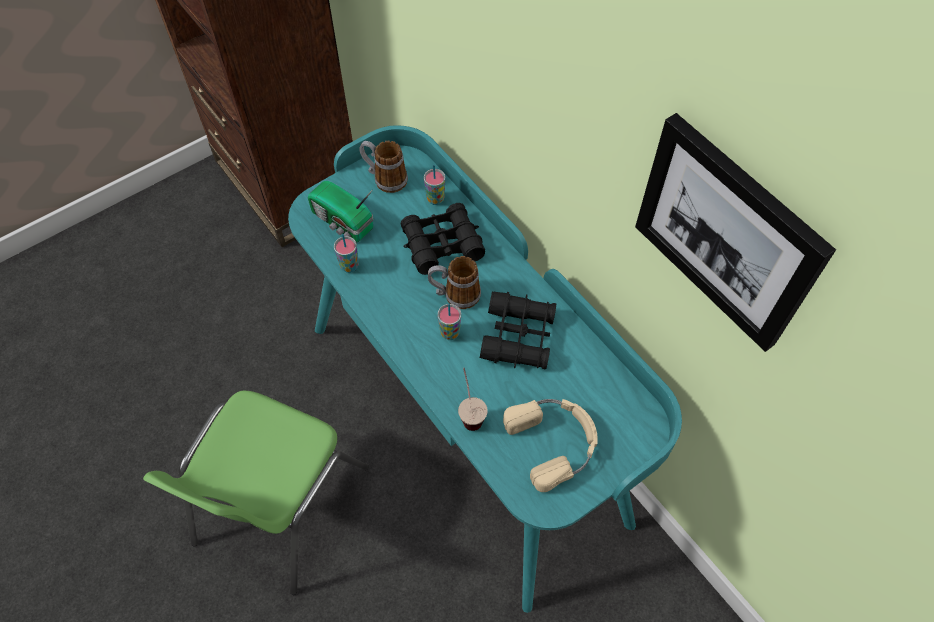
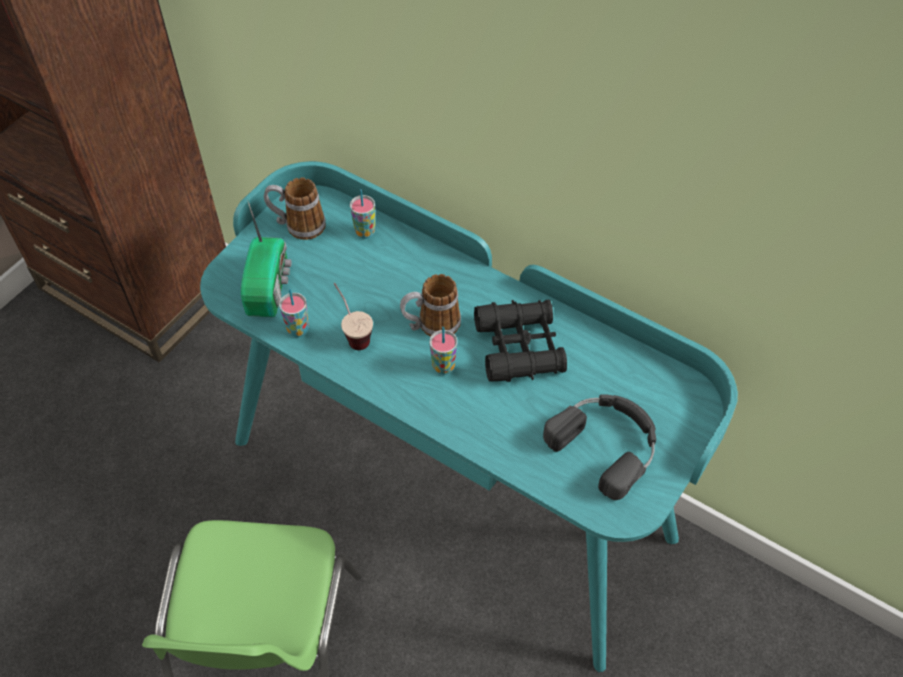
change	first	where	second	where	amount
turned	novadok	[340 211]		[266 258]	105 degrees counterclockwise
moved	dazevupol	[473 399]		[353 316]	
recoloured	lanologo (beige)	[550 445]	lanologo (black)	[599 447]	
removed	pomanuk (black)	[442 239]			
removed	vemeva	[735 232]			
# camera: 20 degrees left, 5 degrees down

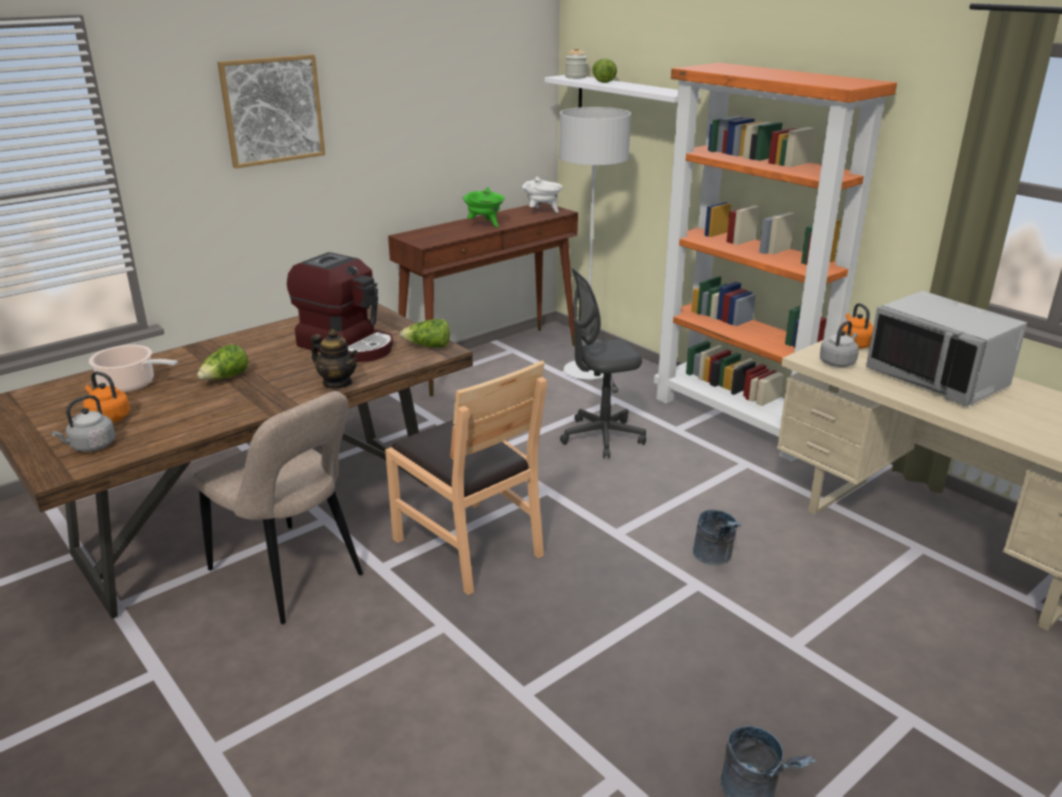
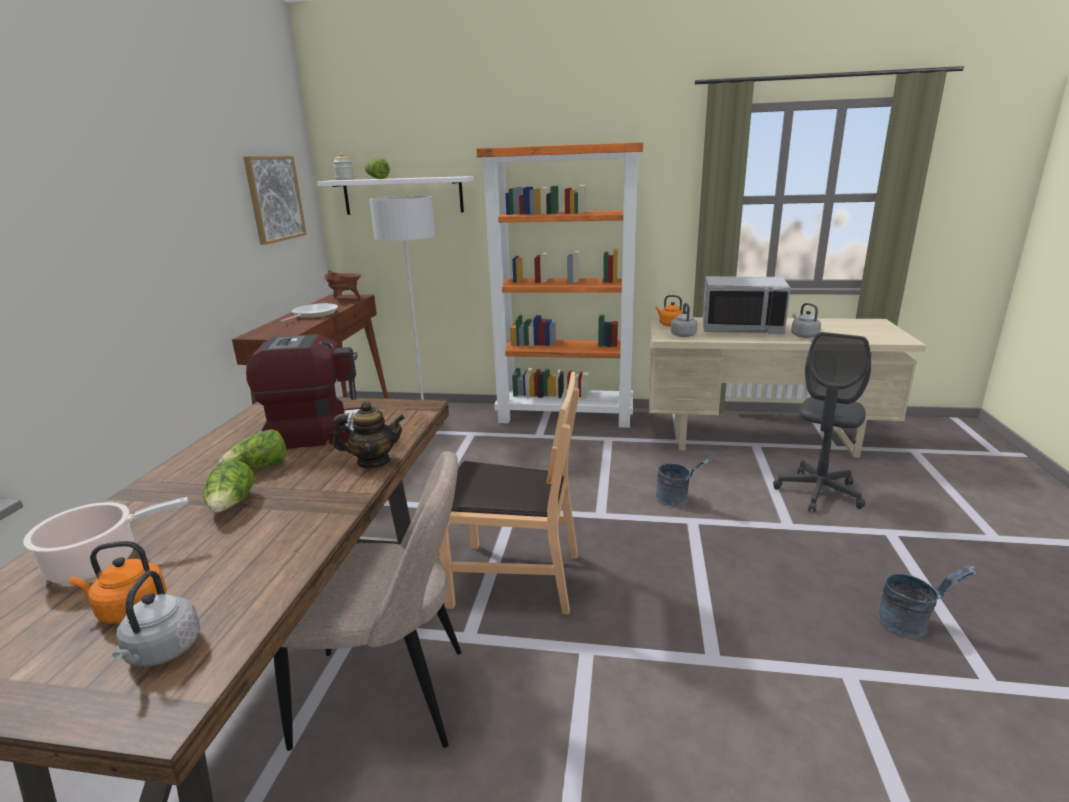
change	first	where	second	where	amount
moved	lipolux	[425 333]		[253 449]	
moved	vemeva	[271 111]		[275 200]	
replaced	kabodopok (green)	[484 207]	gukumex	[309 312]	
recoloured	kabodopok (white)	[542 194]	kabodopok (brown)	[342 284]	
moved	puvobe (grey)	[603 363]		[822 422]	
added			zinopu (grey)	[806 320]	
# camera: 40 degrees left, 5 degrees down

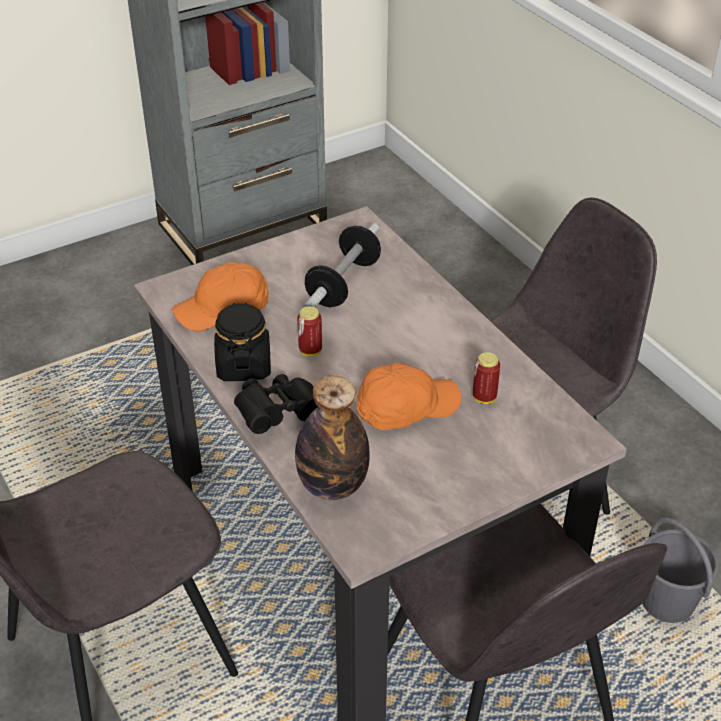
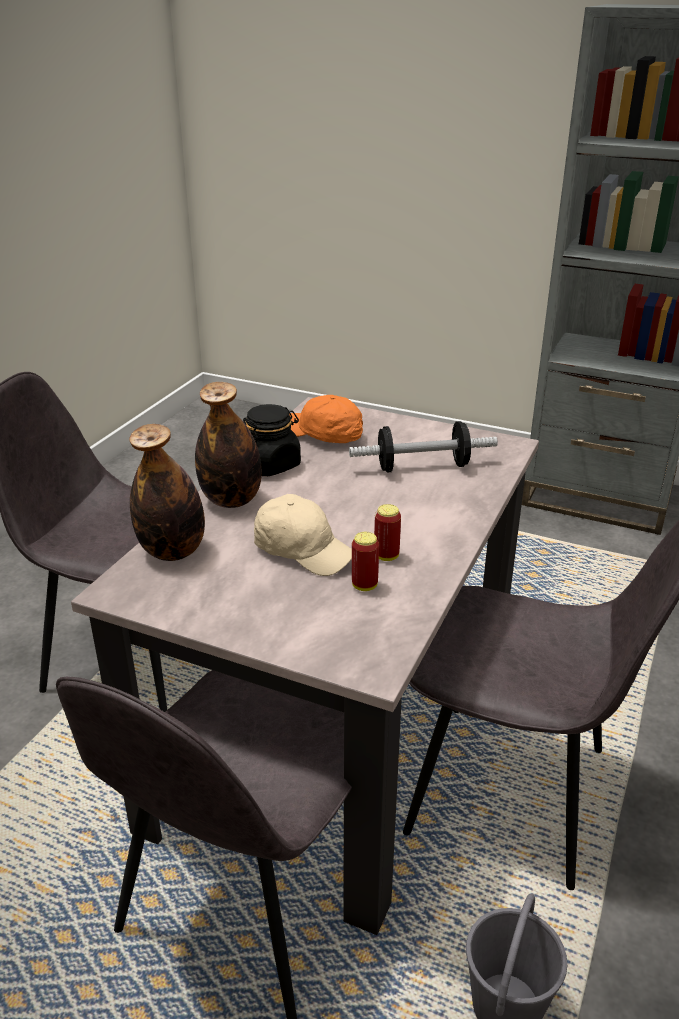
change	first	where	second	where	amount
replaced	pomanuk (black)	[276 404]	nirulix	[228 445]	
recoloured	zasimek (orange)	[408 396]	zasimek (beige)	[303 535]	
moved	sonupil	[309 331]		[387 532]	
# camera: 55 degrees right, 10 degrees down

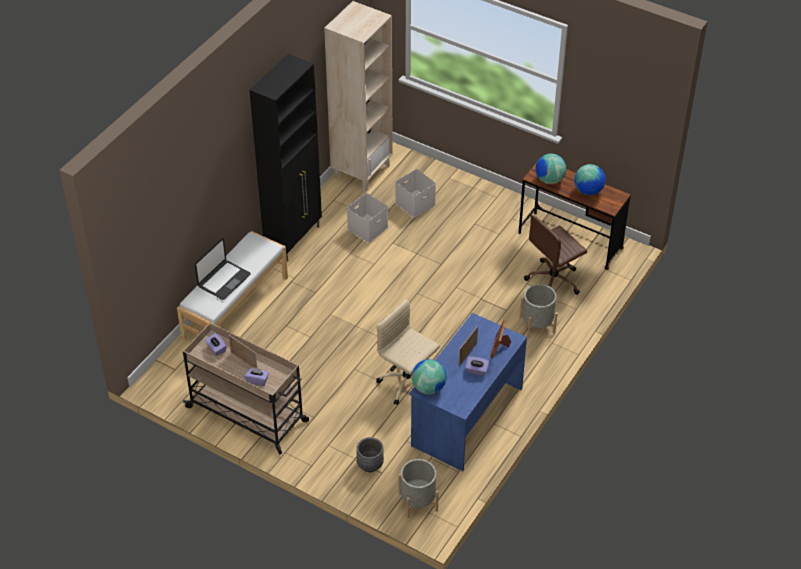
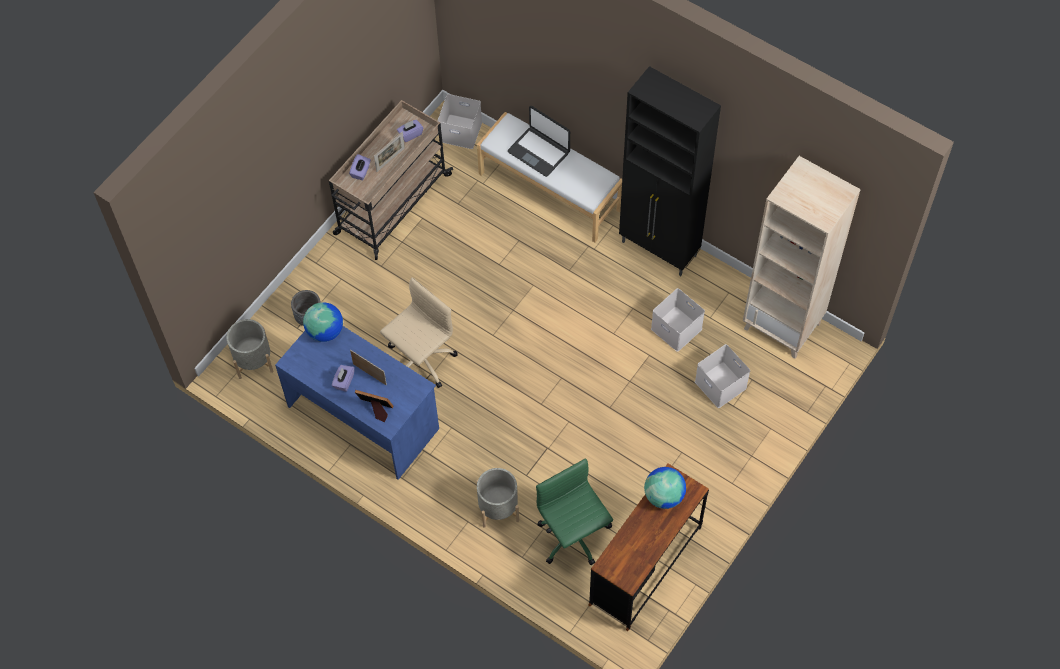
change	first	where	second	where	amount
added			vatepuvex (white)	[460 121]	
recoloured	puvobe (brown)	[555 255]	puvobe (green)	[574 512]	
removed	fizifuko	[590 179]			
# camera: 95 degrees right, 15 degrees up

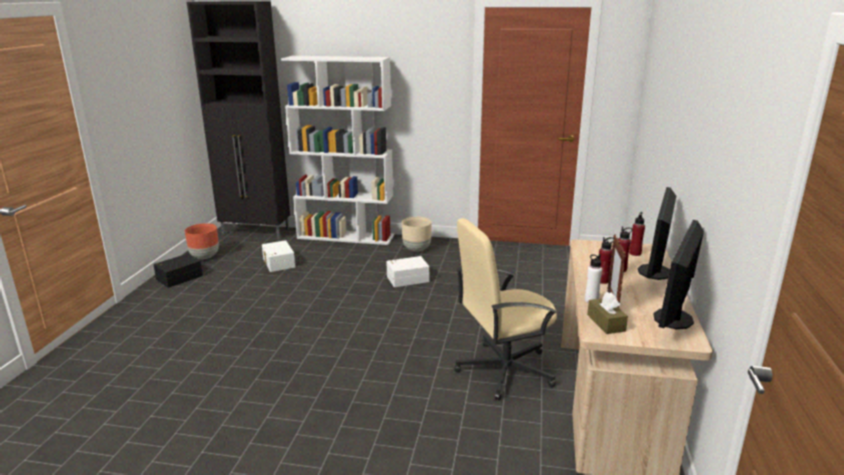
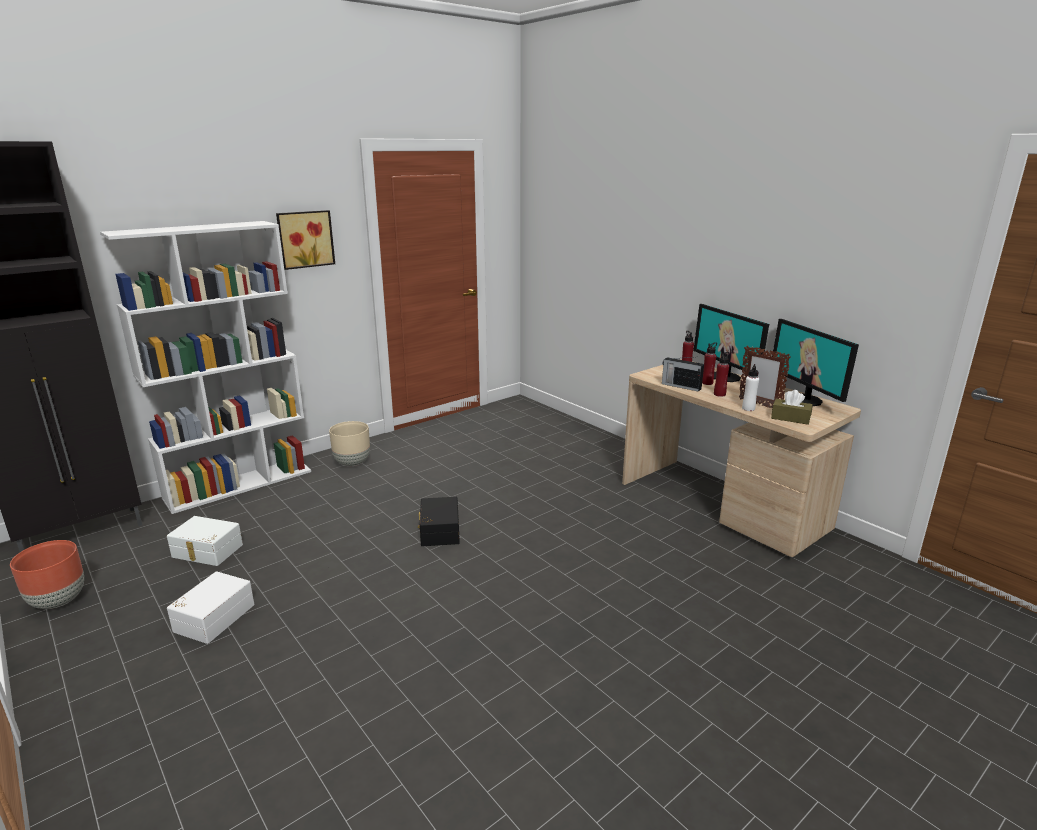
change	first	where	second	where	amount
moved	vatepuvex (white)	[408 271]		[211 607]	
added			vemeva	[305 240]	
moved	vatepuvex (black)	[178 271]		[439 521]	
added			novadok	[683 374]	
removed	puvobe (beige)	[505 309]			
# camera: 50 degrees left, 0 degrees up

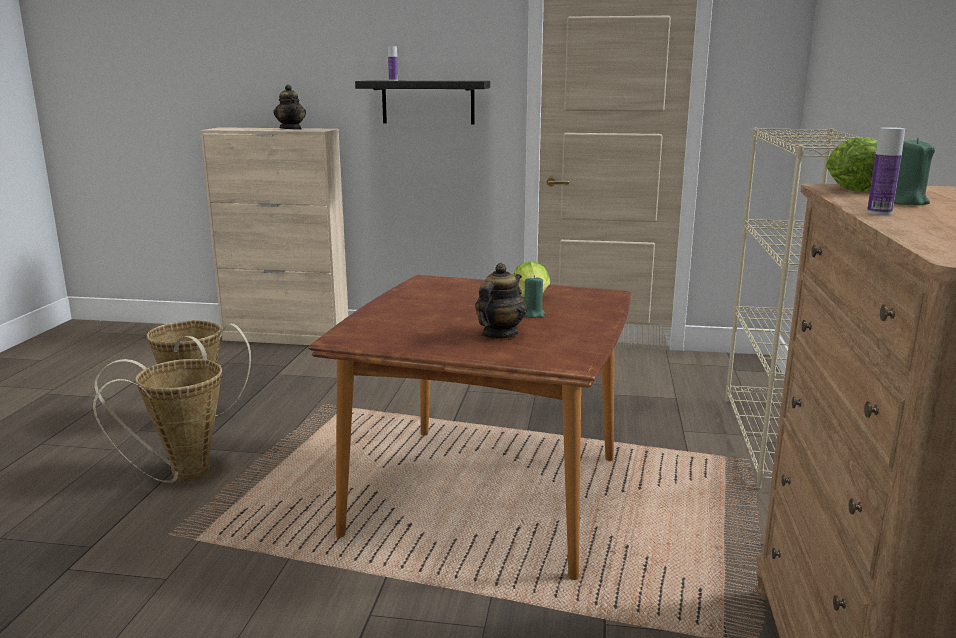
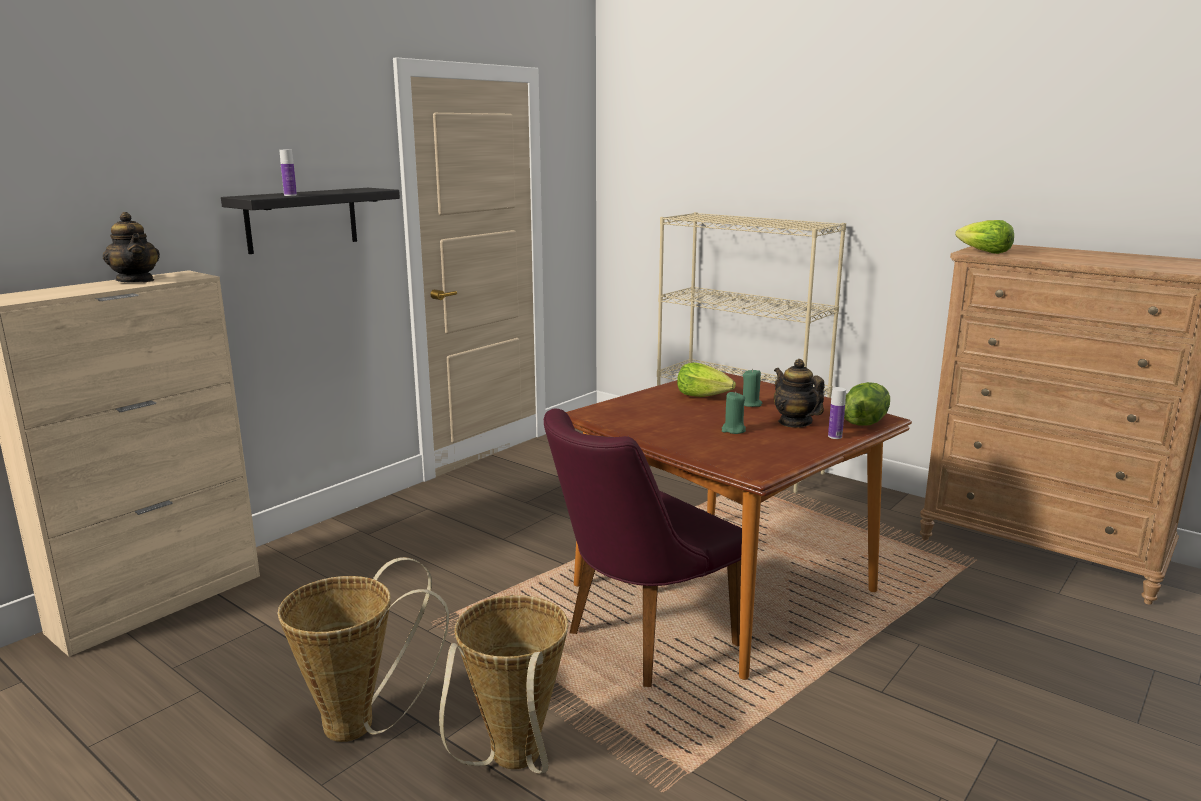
change	first	where	second	where	amount
turned	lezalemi	[289 106]		[131 247]	45 degrees clockwise
added			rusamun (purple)	[643 548]	
moved	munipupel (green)	[914 171]		[734 413]	
moved	nirulix	[886 171]		[837 413]	
added			lipolux	[867 404]	
# camera: 60 degrees left, 0 degrees up

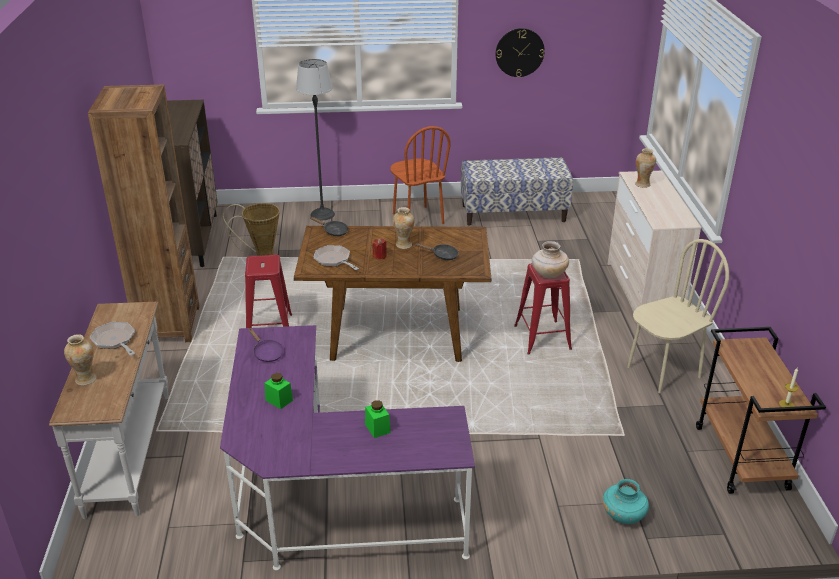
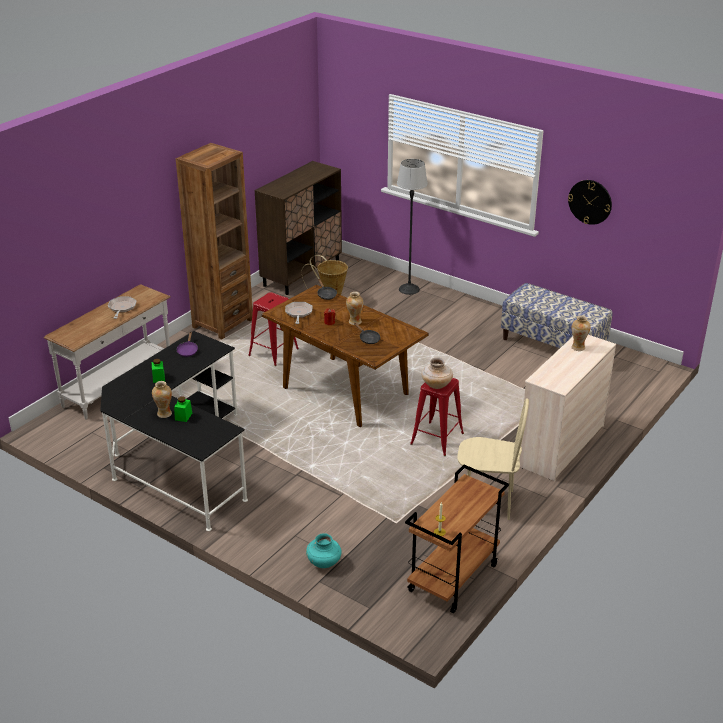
change	first	where	second	where	amount
recoloured	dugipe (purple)	[347 448]	dugipe (black)	[174 431]	
moved	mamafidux	[80 360]		[162 399]	
removed	rusamun (brown)	[420 175]			
# camera: 40 degrees right, 0 degrees up

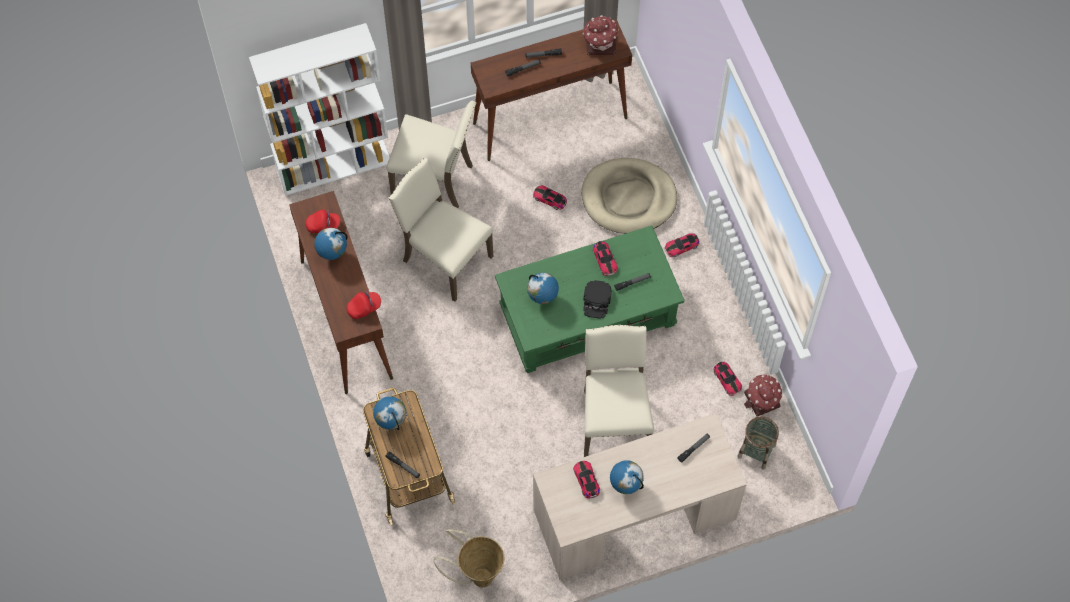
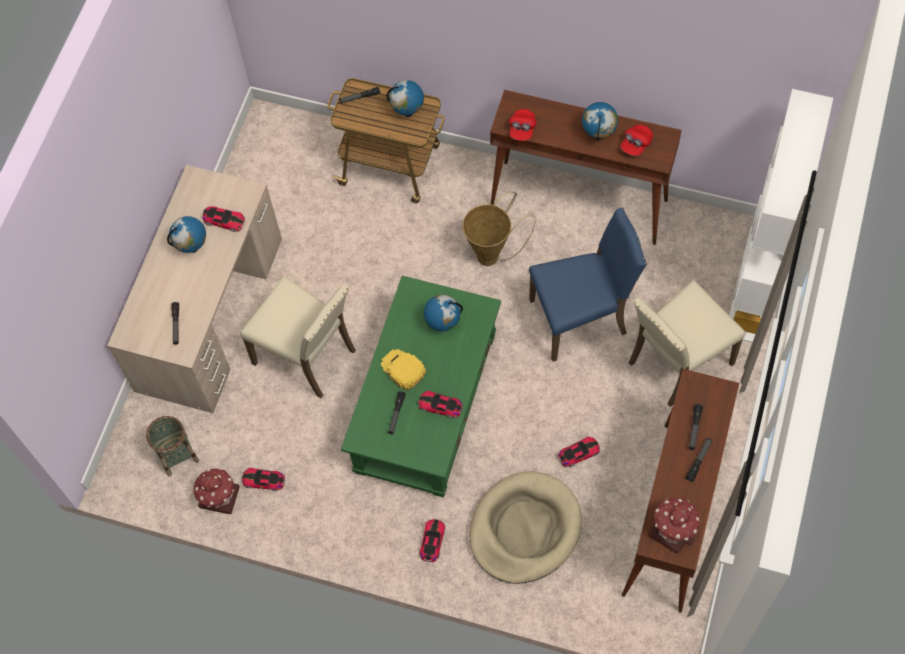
change	first	where	second	where	amount
recoloured	zasimek (black)	[597 299]	zasimek (yellow)	[403 369]	
moved	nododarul	[469 558]		[498 228]	
recoloured	rusamun (beige)	[441 230]	rusamun (blue)	[588 285]	
# camera: 130 degrees right, 0 degrees up

